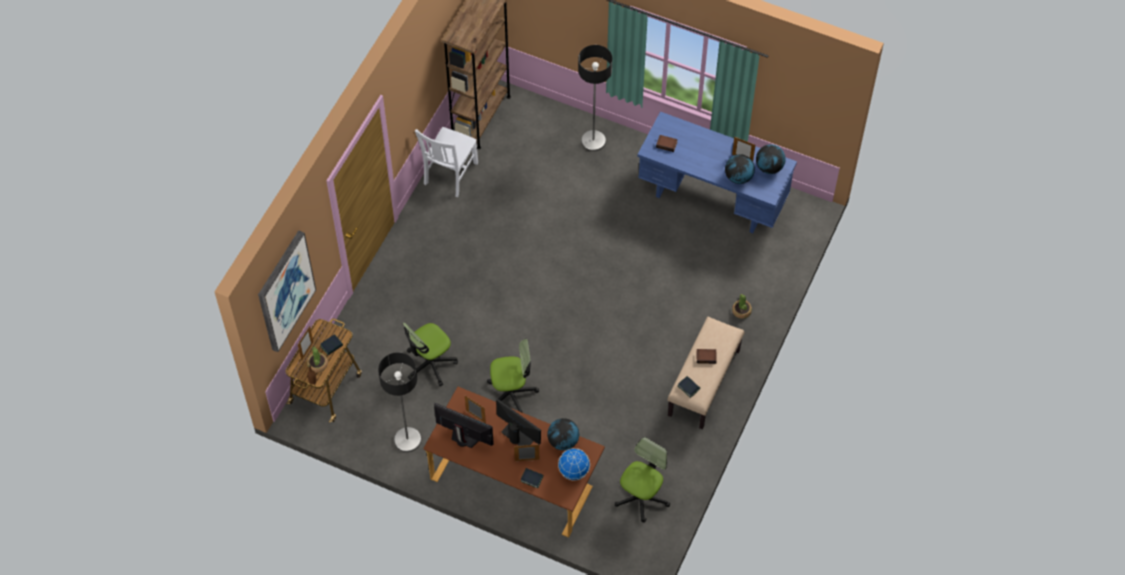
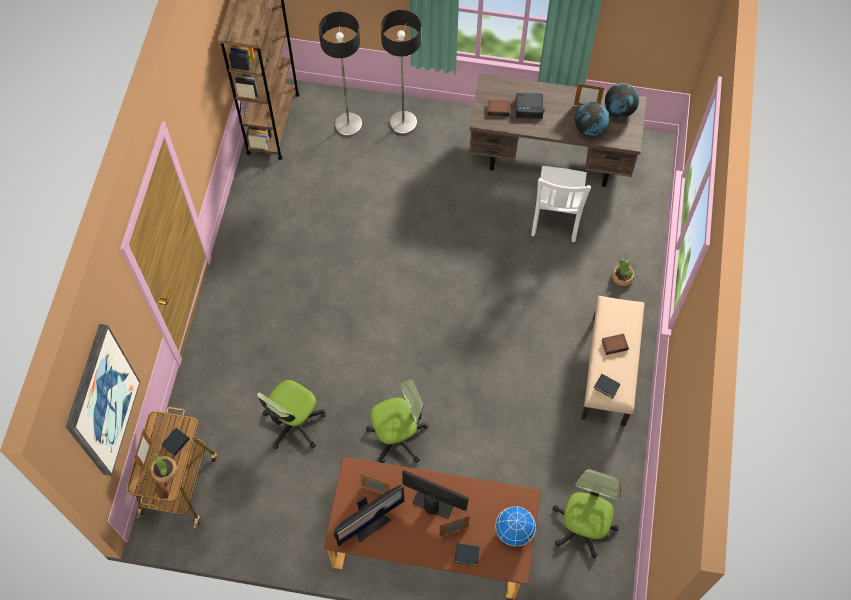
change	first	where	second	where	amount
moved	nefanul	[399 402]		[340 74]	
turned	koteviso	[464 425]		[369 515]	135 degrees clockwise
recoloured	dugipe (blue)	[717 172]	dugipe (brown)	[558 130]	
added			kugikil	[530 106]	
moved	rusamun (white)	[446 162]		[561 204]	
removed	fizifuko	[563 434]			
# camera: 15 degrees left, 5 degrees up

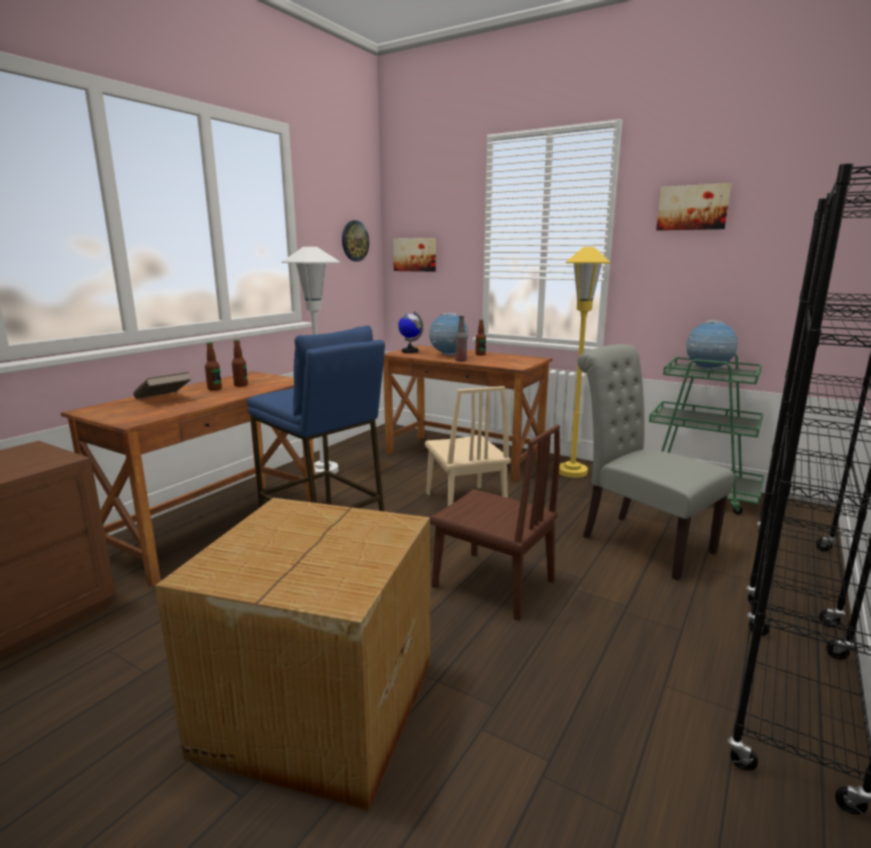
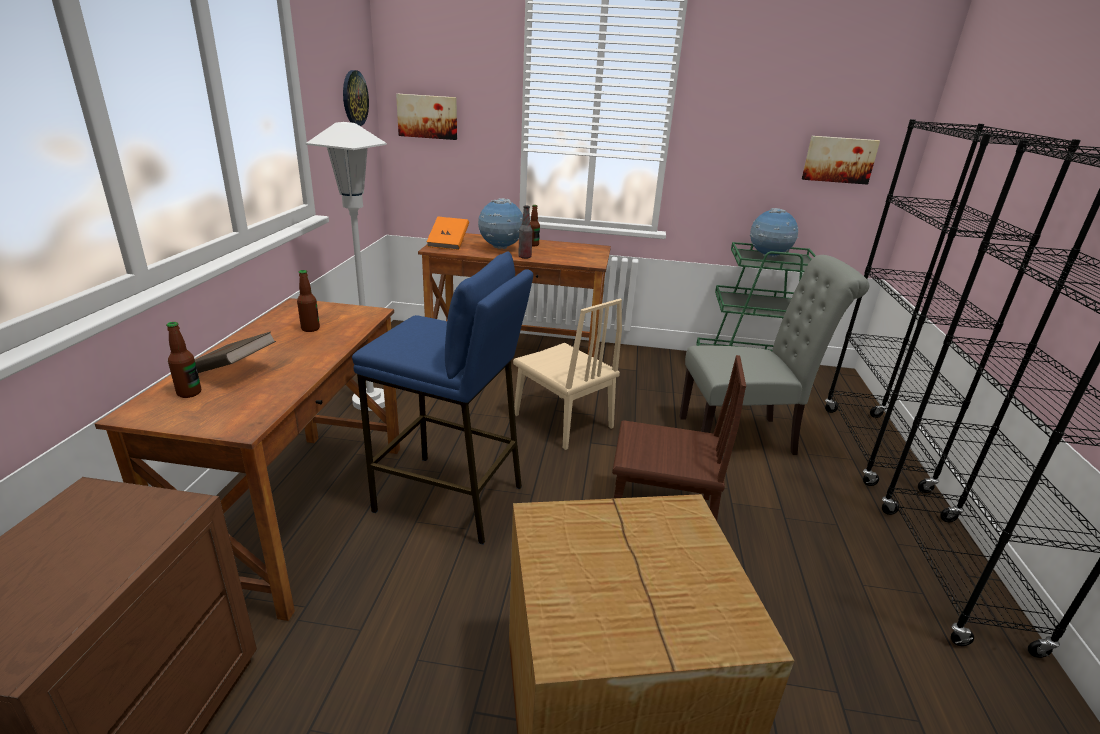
change	first	where	second	where	amount
moved	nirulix	[213 366]		[183 360]	
replaced	fizifuko	[410 332]	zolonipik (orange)	[448 233]	
turned	rusamun (grey)	[656 462]		[774 355]	150 degrees clockwise
moved	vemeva	[693 207]		[841 160]	
removed	nefanul (yellow)	[584 362]			
# camera: 25 degrees left, 10 degrees up

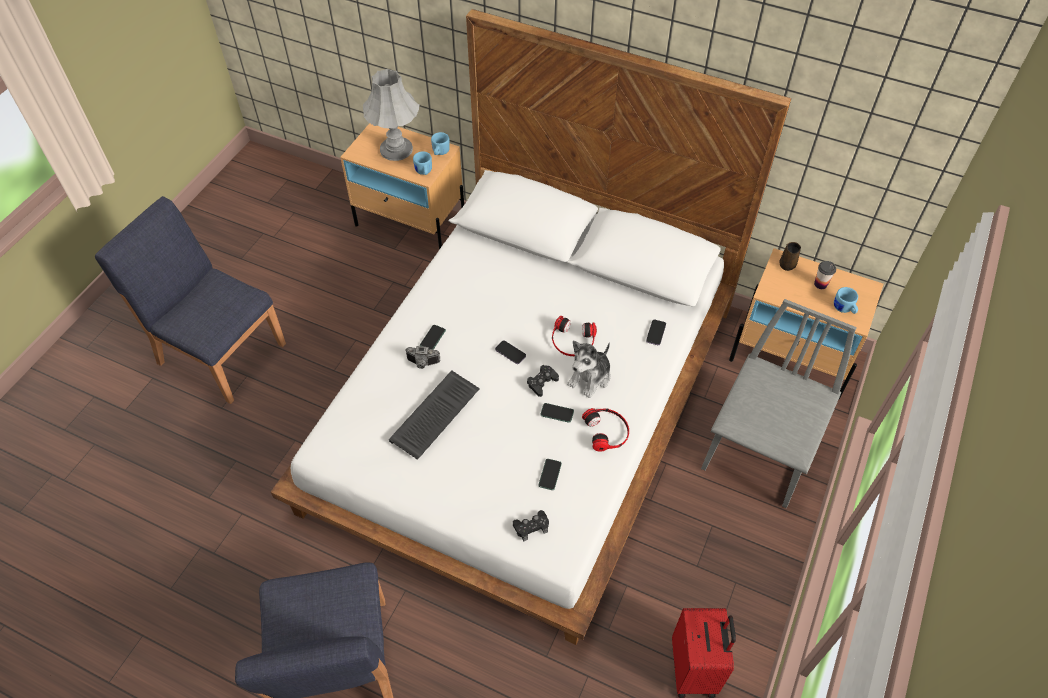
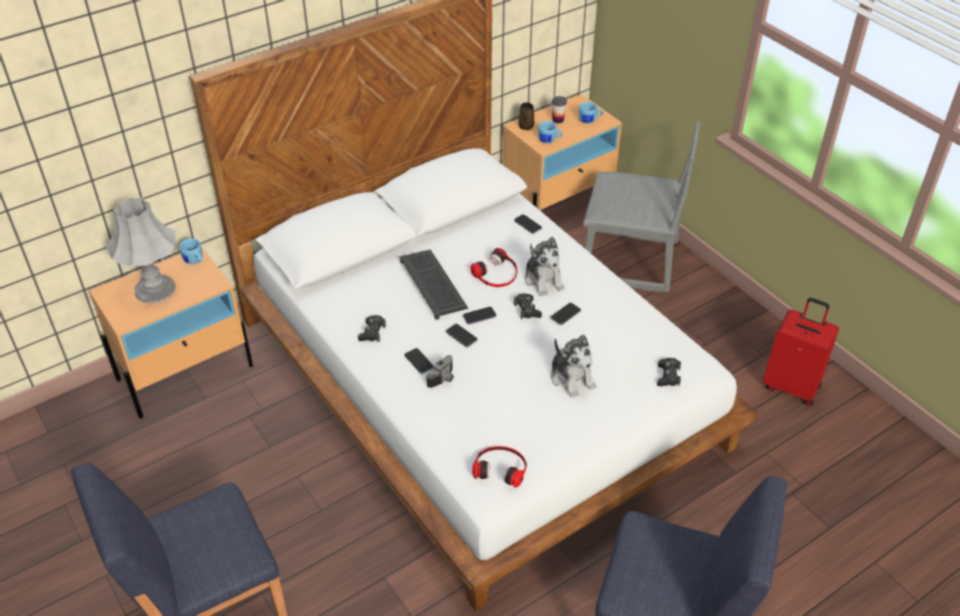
change	first	where	second	where	amount
added			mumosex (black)	[372 328]	
moved	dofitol	[434 415]		[434 284]	
moved	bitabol	[550 474]		[462 335]	
moved	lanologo	[605 430]		[499 467]	
moved	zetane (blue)	[422 163]		[550 132]	
added			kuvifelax	[574 366]	
turned	rusamun (grey)	[778 403]		[641 207]	135 degrees clockwise
# camera: 60 degrees left, 10 degrees down

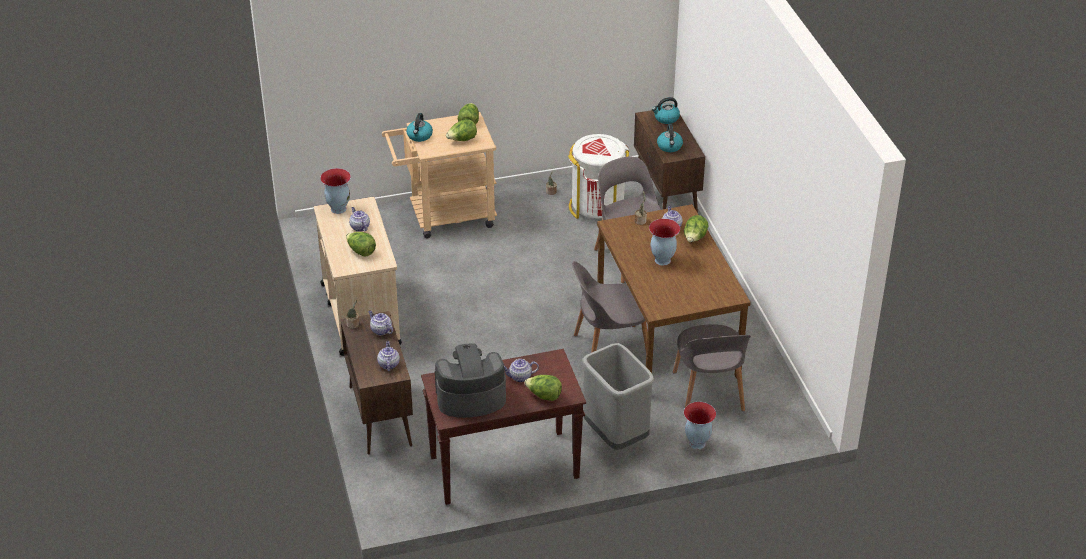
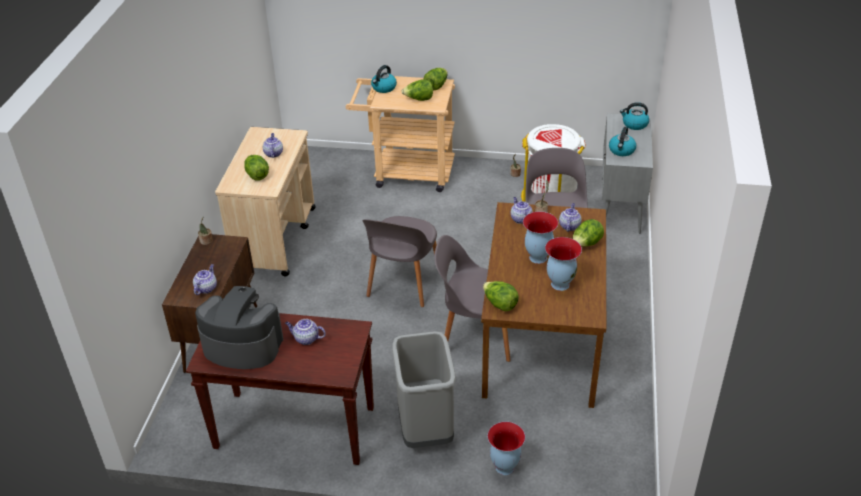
change	first	where	second	where	amount
moved	rusamun (grey)	[712 367]		[399 261]	
moved	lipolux	[543 388]		[501 296]	
moved	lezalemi	[380 322]		[522 210]	
moved	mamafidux	[335 191]		[563 264]	
recoloured	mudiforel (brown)	[669 161]	mudiforel (grey)	[627 173]	
# camera: 25 degrees right, 0 degrees up

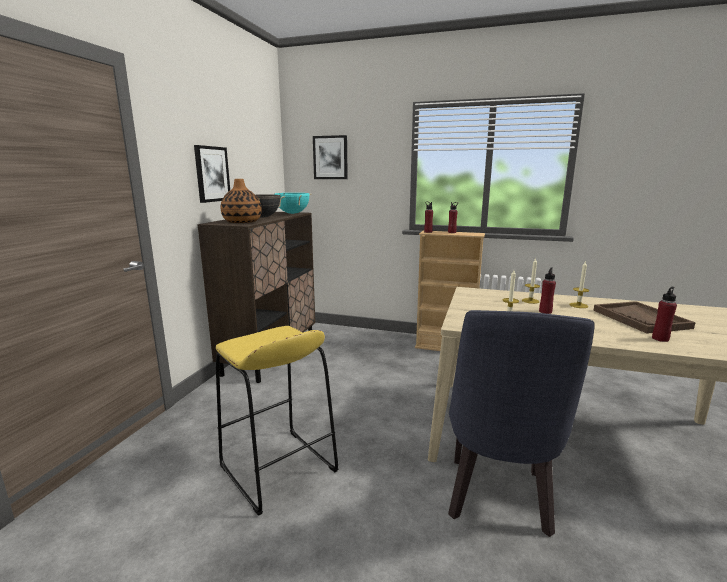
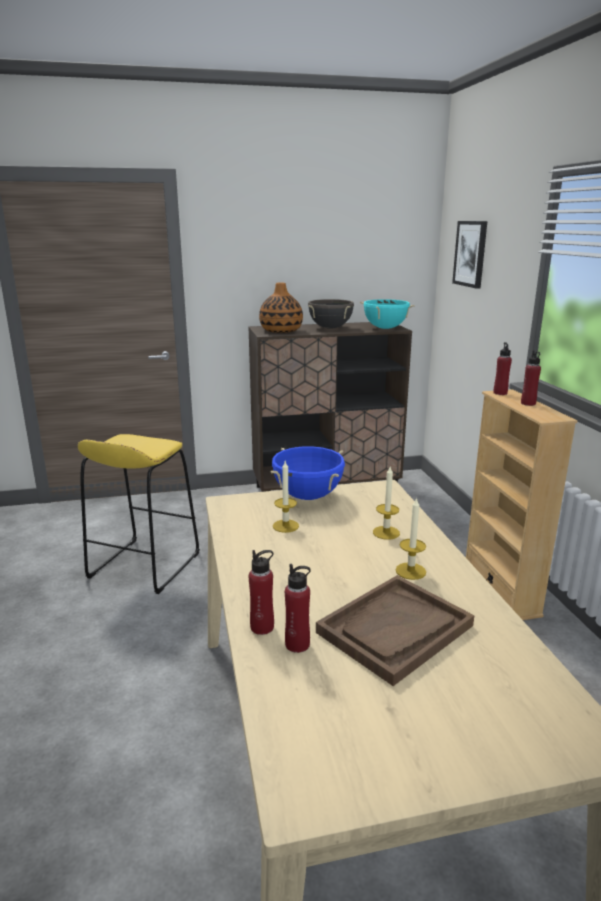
change	first	where	second	where	amount
moved	nirulix (red)	[547 290]		[261 592]	
added			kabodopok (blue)	[308 473]	
removed	vemeva	[212 174]			
removed	rusamun (blue)	[521 423]			
# camera: 60 degrees right, 5 degrees up

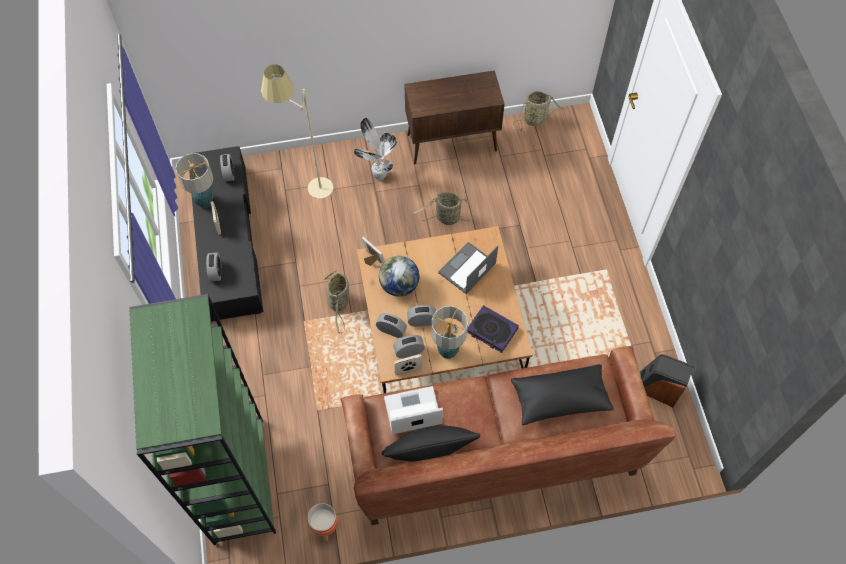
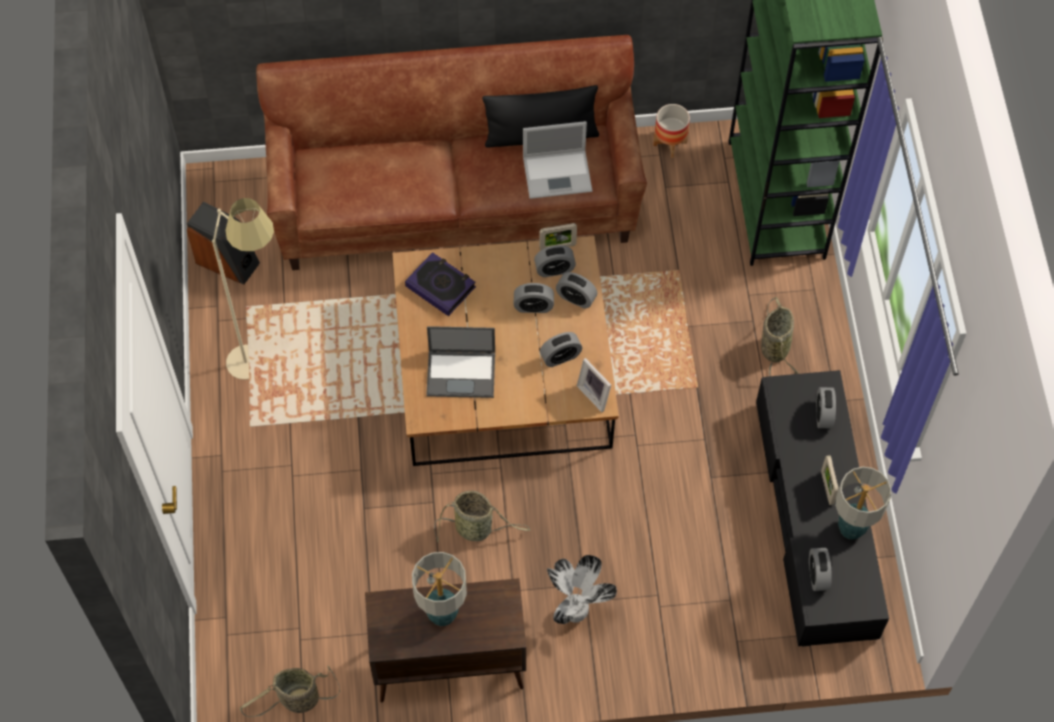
change	first	where	second	where	amount
moved	nefanul (beige)	[297 132]		[243 289]	
moved	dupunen	[449 332]		[439 589]	
turned	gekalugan	[468 268]		[460 362]	45 degrees clockwise
replaced	fizifuko	[399 276]	kugikil	[561 349]	
moved	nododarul	[336 301]		[780 336]	
removed	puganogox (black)	[562 394]			
# camera: 175 degrees left, 0 degrees up

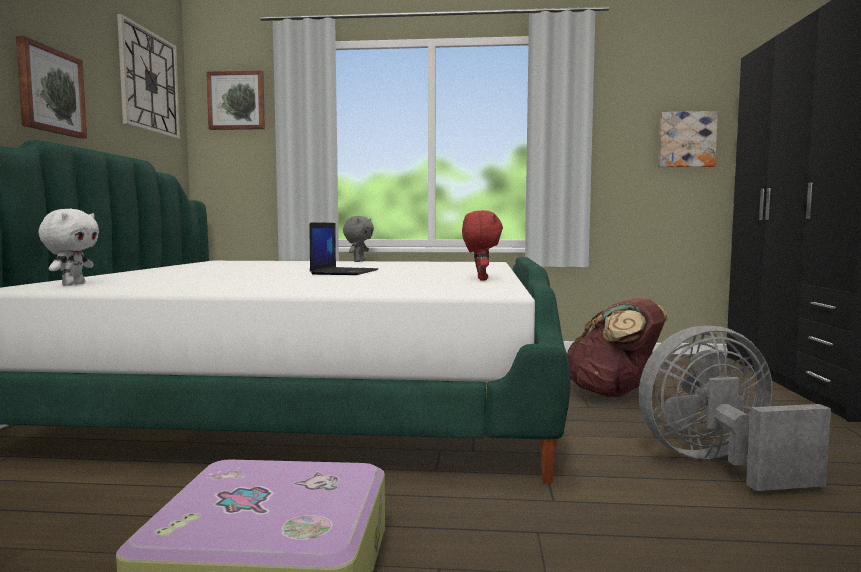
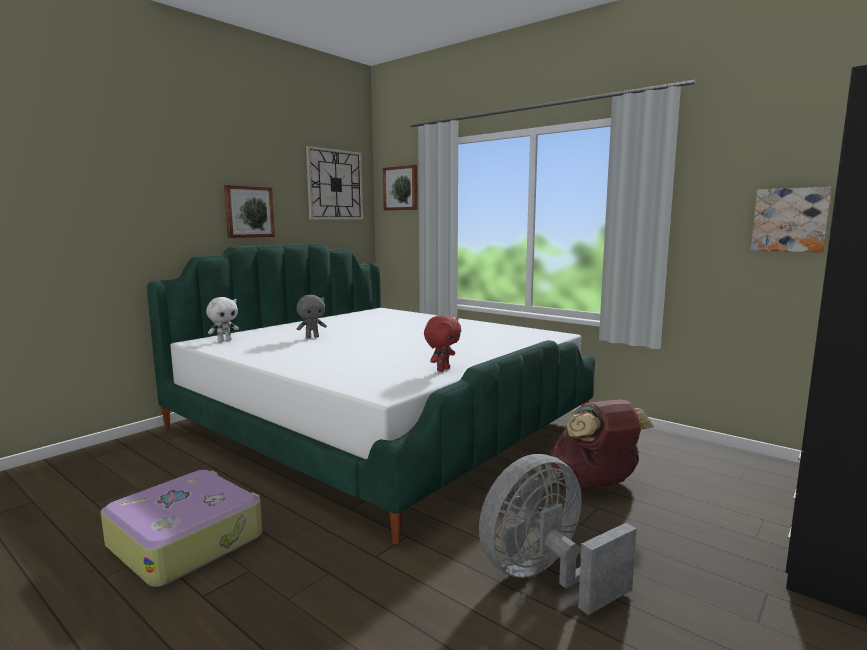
change	first	where	second	where	amount
moved	kuvifelax (grey)	[358 239]		[311 316]	
turned	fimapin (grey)	[735 408]		[558 534]	60 degrees counterclockwise
removed	gekalugan	[343 248]			
# camera: 35 degrees right, 5 degrees up

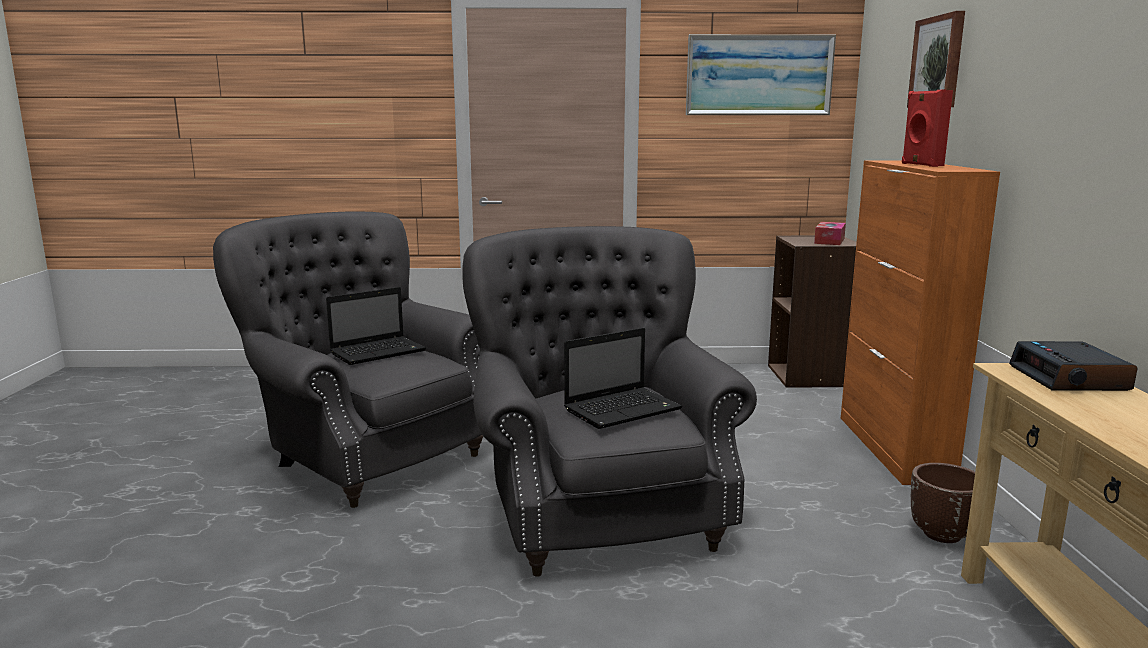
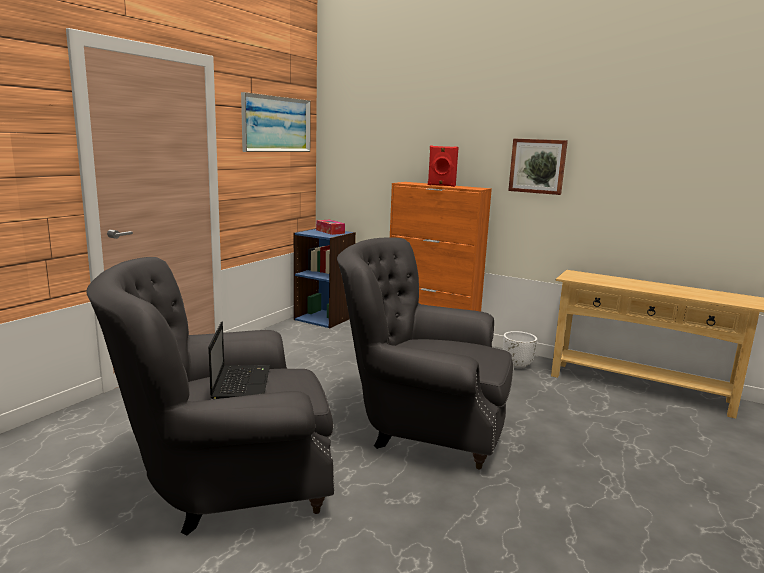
change	first	where	second	where	amount
recoloured	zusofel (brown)	[812 312]	zusofel (blue)	[325 278]	
recoloured	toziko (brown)	[943 503]	toziko (white)	[520 350]	
moved	vemeva	[936 59]		[538 166]	
removed	gekalugan	[623 378]			
removed	kugikil	[1073 366]			
# camera: 60 degrees left, 0 degrees up

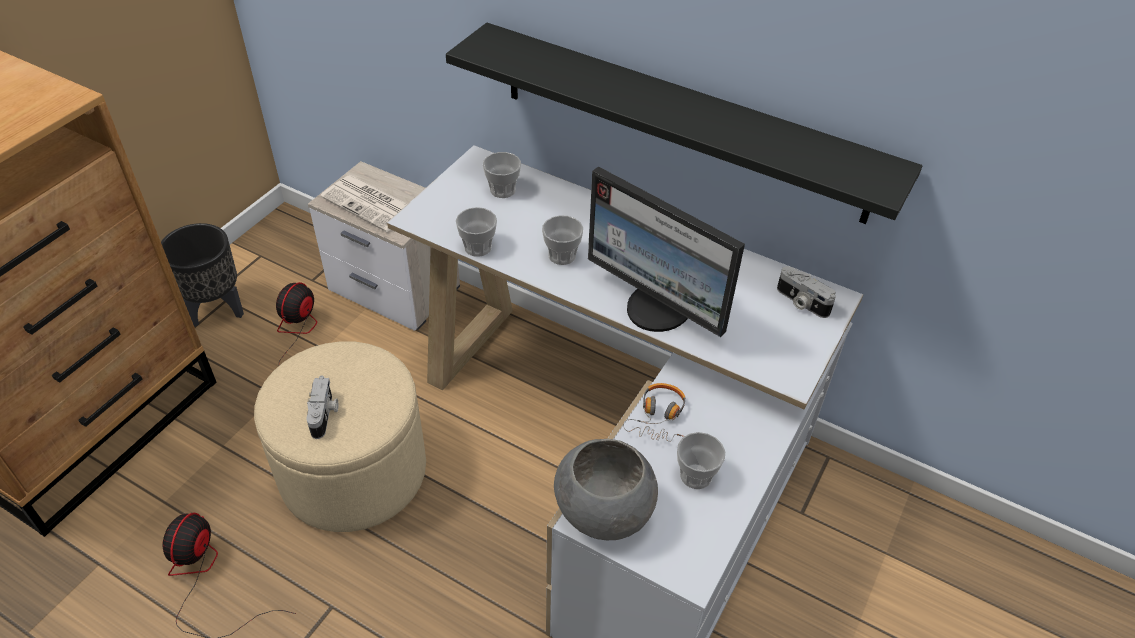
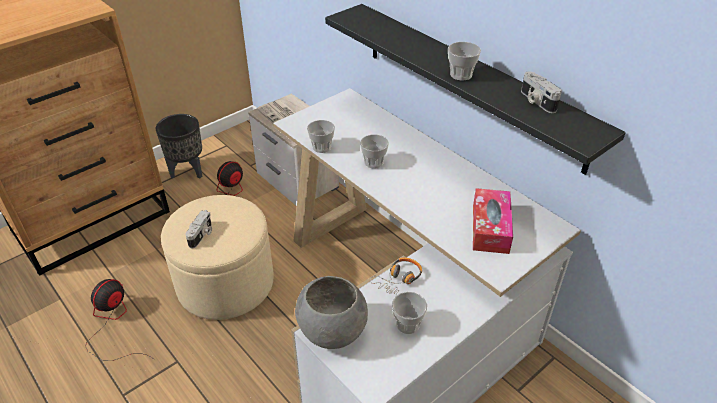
change	first	where	second	where	amount
moved	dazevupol	[502 175]		[464 61]	
added			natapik	[493 221]	
moved	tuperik	[806 292]		[541 92]	
removed	koteviso	[666 251]			
# camera: 20 degrees right, 5 degrees down

